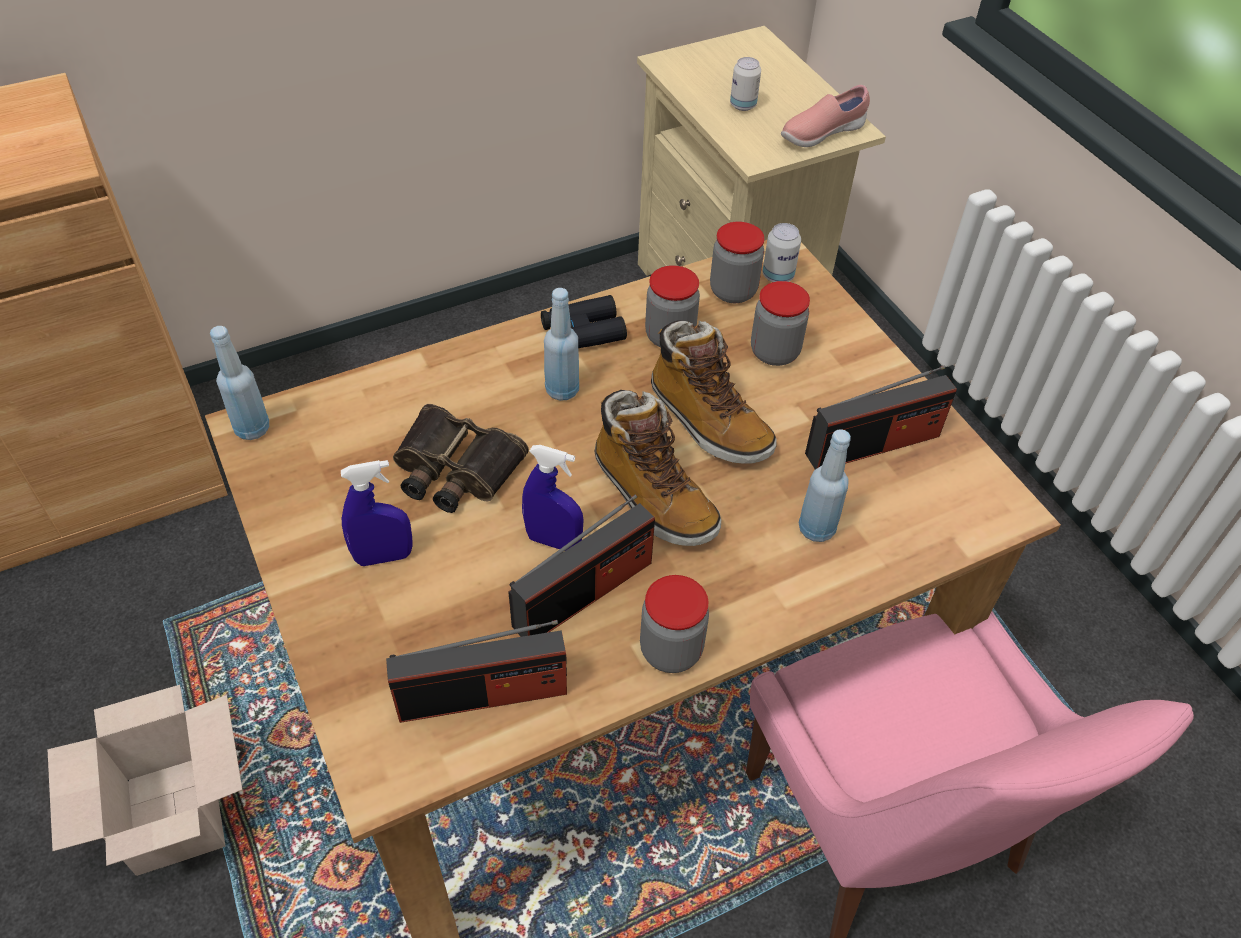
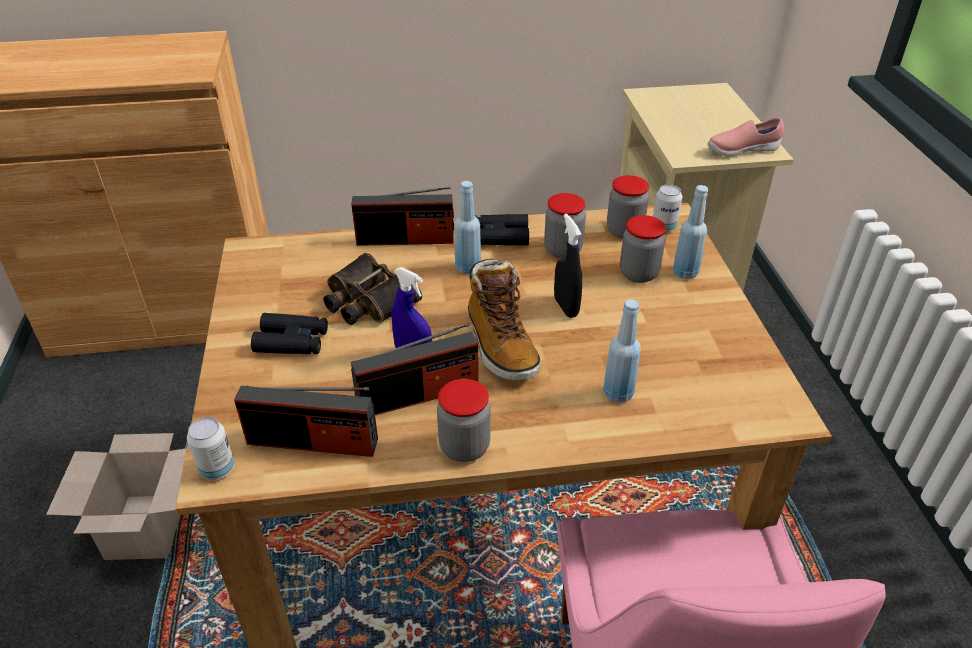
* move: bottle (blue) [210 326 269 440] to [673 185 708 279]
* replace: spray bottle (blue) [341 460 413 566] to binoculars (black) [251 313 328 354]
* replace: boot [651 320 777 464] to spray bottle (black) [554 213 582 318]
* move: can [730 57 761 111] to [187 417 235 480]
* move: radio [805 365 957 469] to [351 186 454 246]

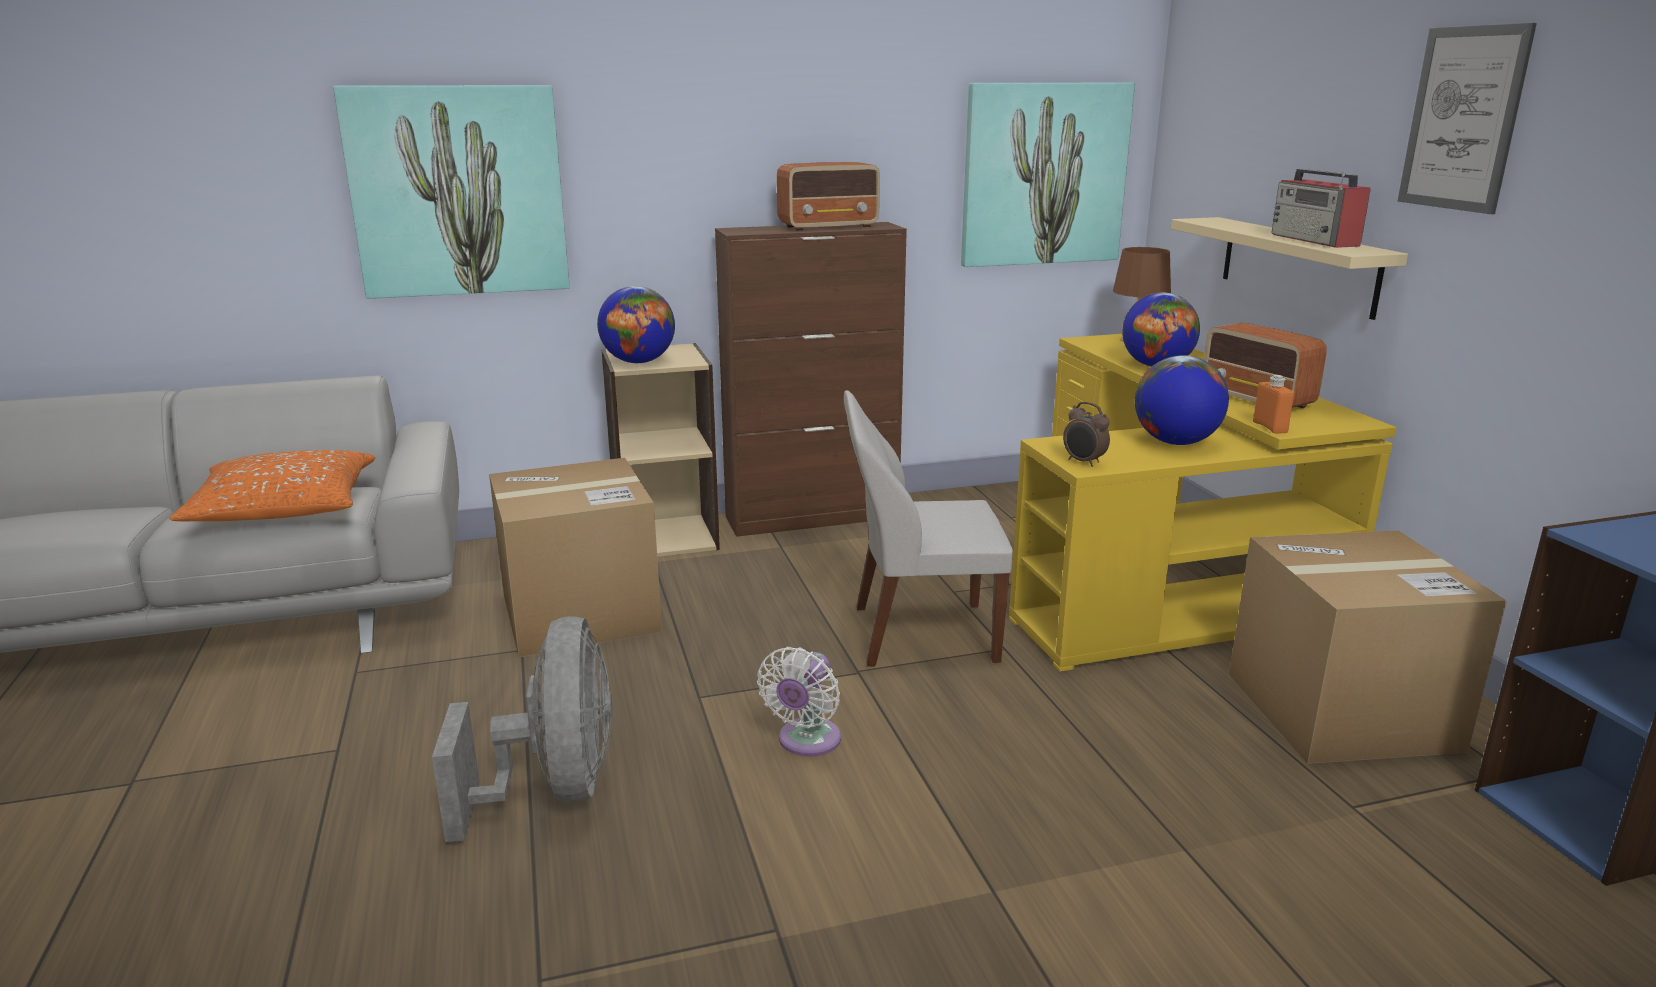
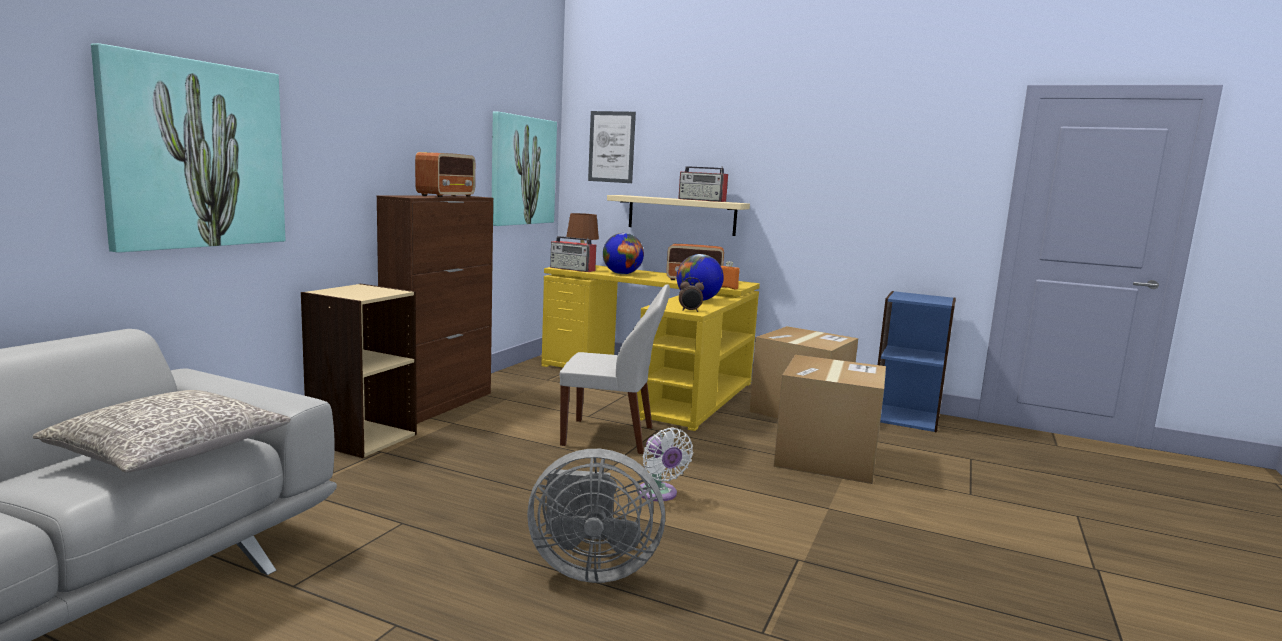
* recolor: pillow (orange) [169 450 375 521] to pillow (grey) [33 390 291 473]
* rotate: fan (grey) [432 616 612 842] = [527 449 665 583] 150 degrees clockwise
* move: cardboard box [489 458 662 657] to [774 355 886 484]
* delete: globe [597 286 675 363]
* rotate: chair (white) [844 390 1013 666] = [560 284 670 454] 120 degrees counterclockwise
* move: picture [1397 23 1537 214] to [588 111 636 183]
* insert: radio [550 236 596 272]

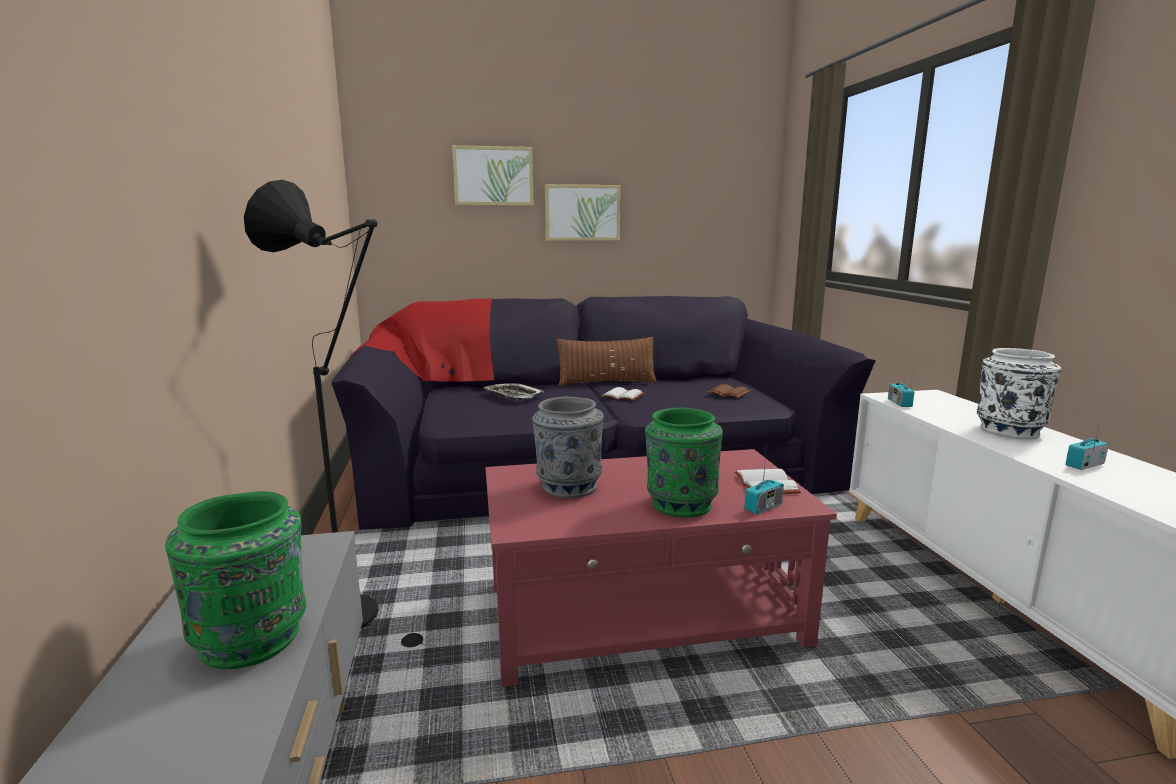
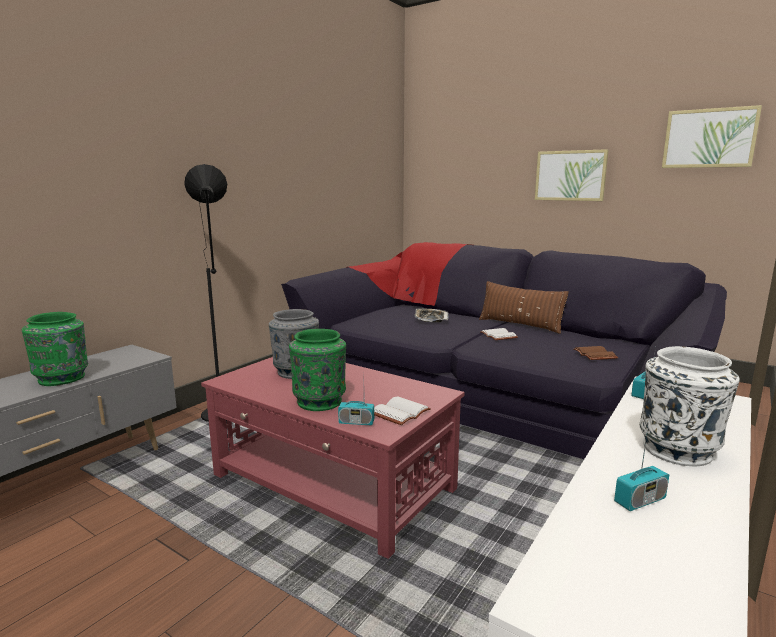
* move: picture [452 145 533 206] to [662 105 762 168]
* rotate: radio [1065 408 1109 470] = [614 422 669 511] 135 degrees clockwise

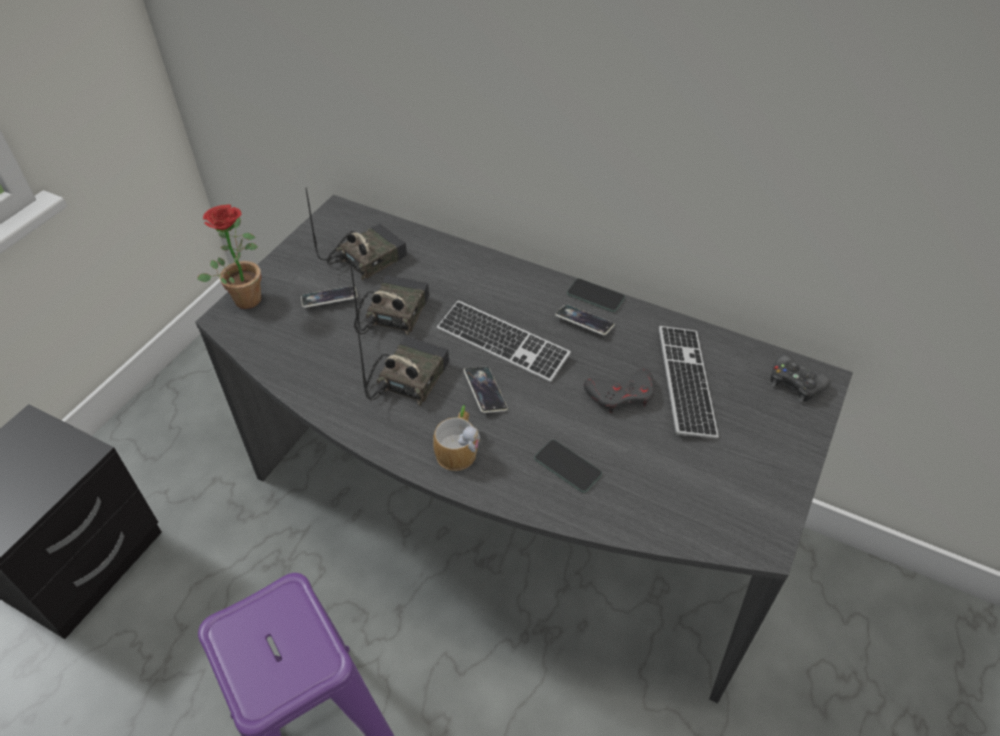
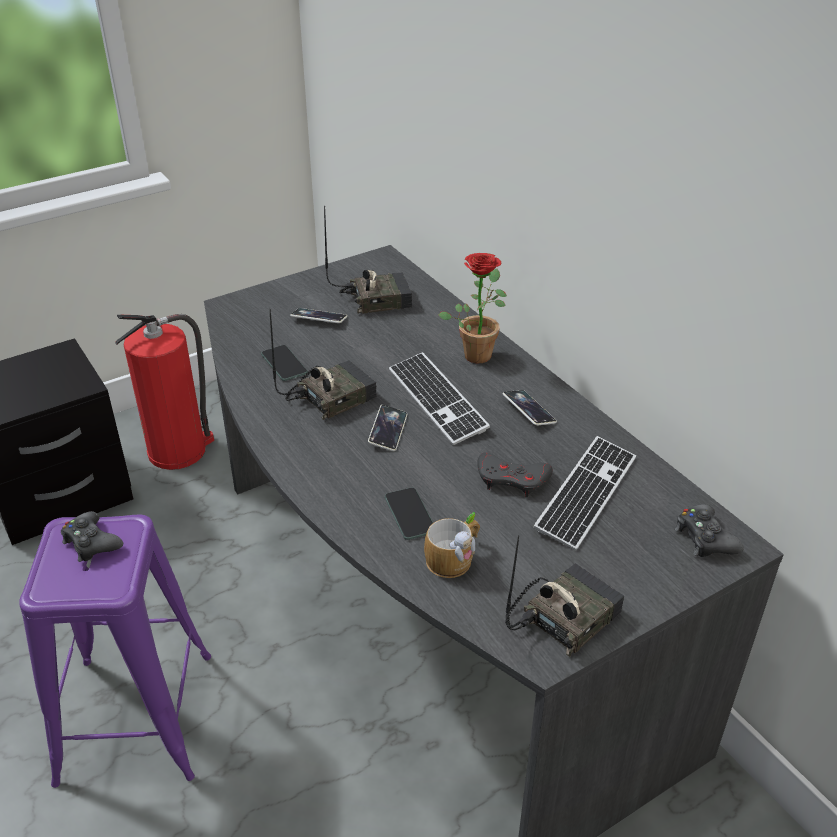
* move: potted plant [197 204 261 309] to [438 253 507 363]
* move: radio [350 258 429 335] to [505 535 624 657]
* move: mug [433 405 480 471] to [424 512 480 578]
* move: phone [567 278 625 312] to [261 345 308 381]
* insert: game controller (black) [61 511 123 562]
* insert: fire extinguisher [115 314 214 470]

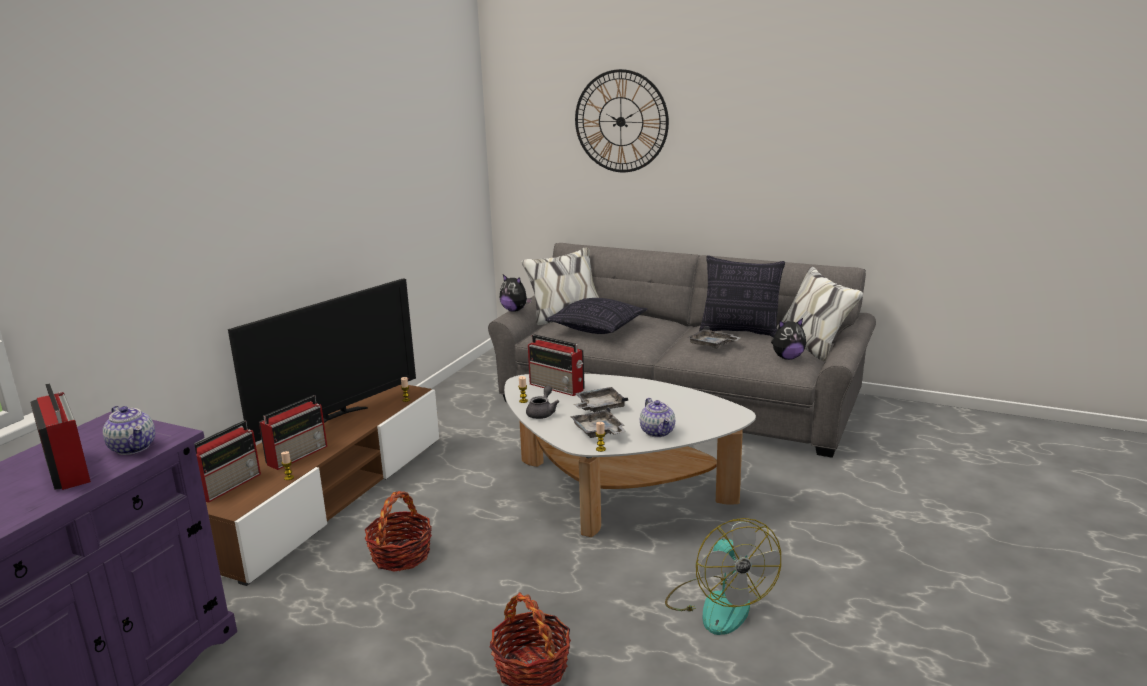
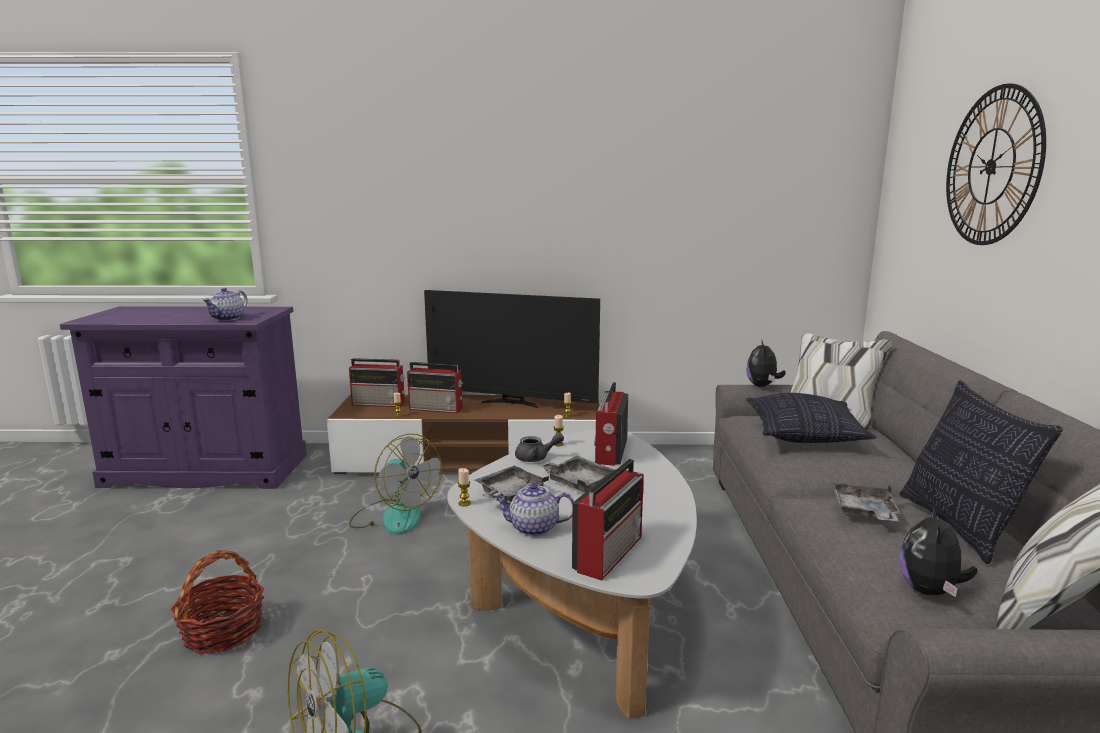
* move: radio [30 383 91 490] to [572 459 644 581]
* replace: basket [365 491 432 572] to fan [349 434 442 535]
* rotate: teapot [640 398 675 437] = [493 483 574 536] 45 degrees clockwise
* rotate: plush toy [771 318 806 360] = [899 504 978 597] 60 degrees clockwise

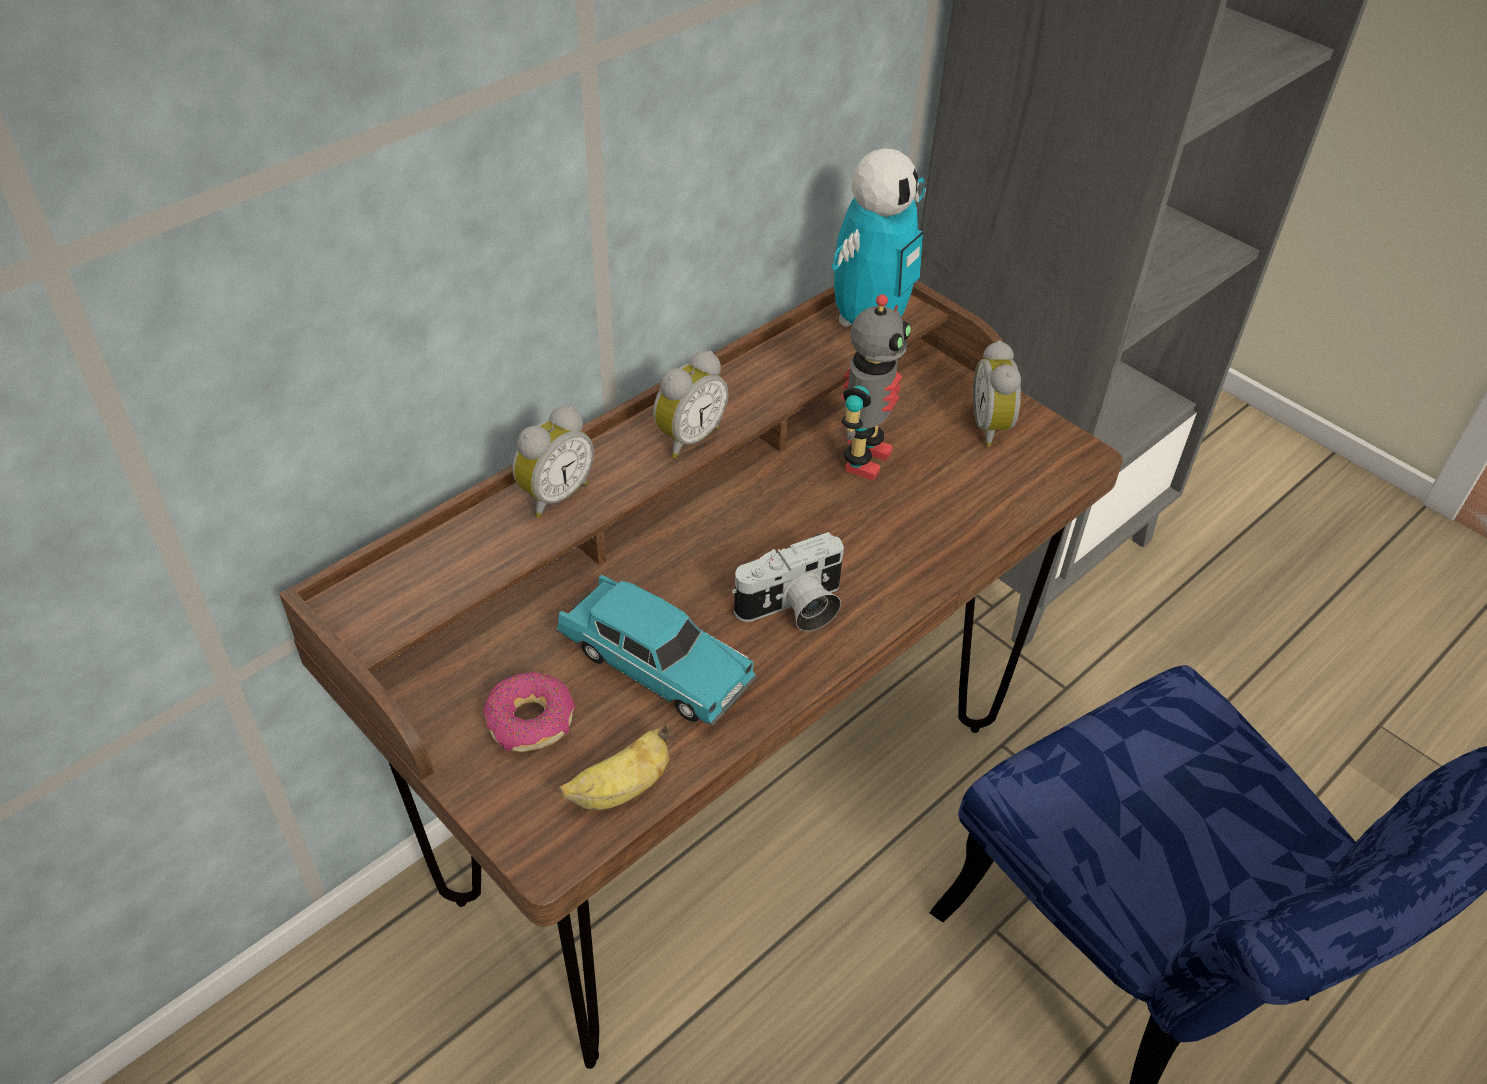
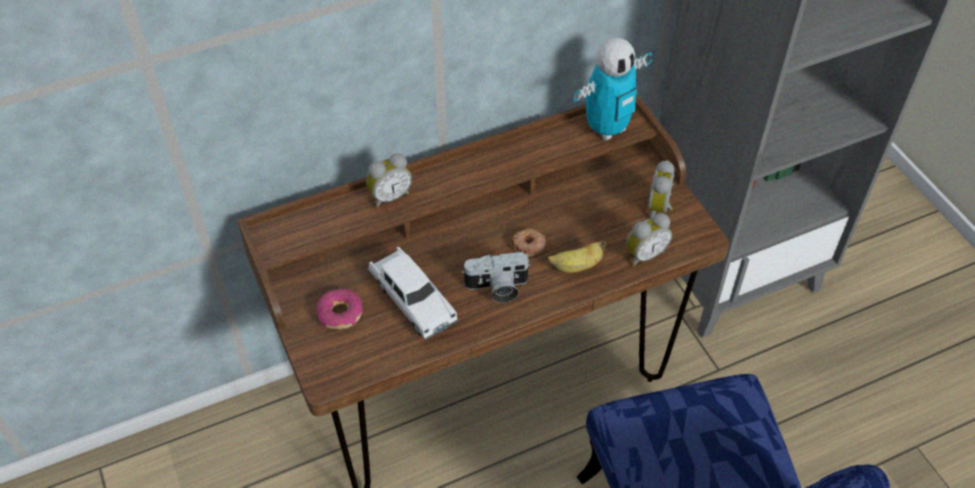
* recolor: toy car (turquoise) [556 575 757 726] to toy car (white) [368 246 459 340]
* move: banana [558 723 671 810] to [547 240 606 273]
* move: alarm clock [653 350 728 458] to [626 213 672 266]
* delete: toy robot [841 294 911 481]
* insert: donut [511 228 546 256]

